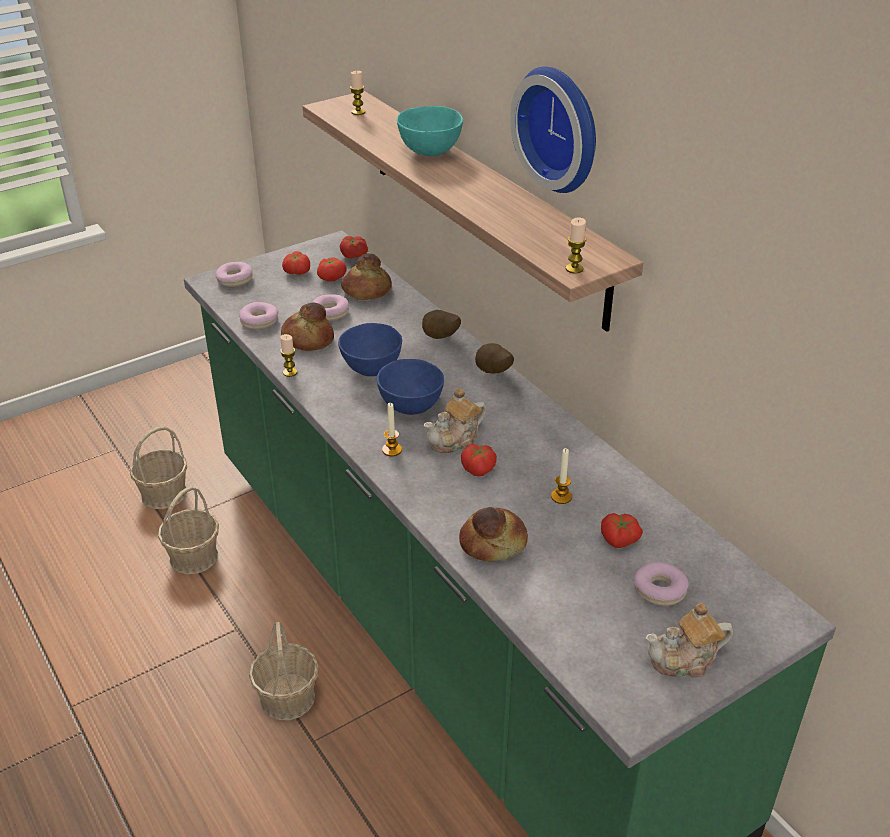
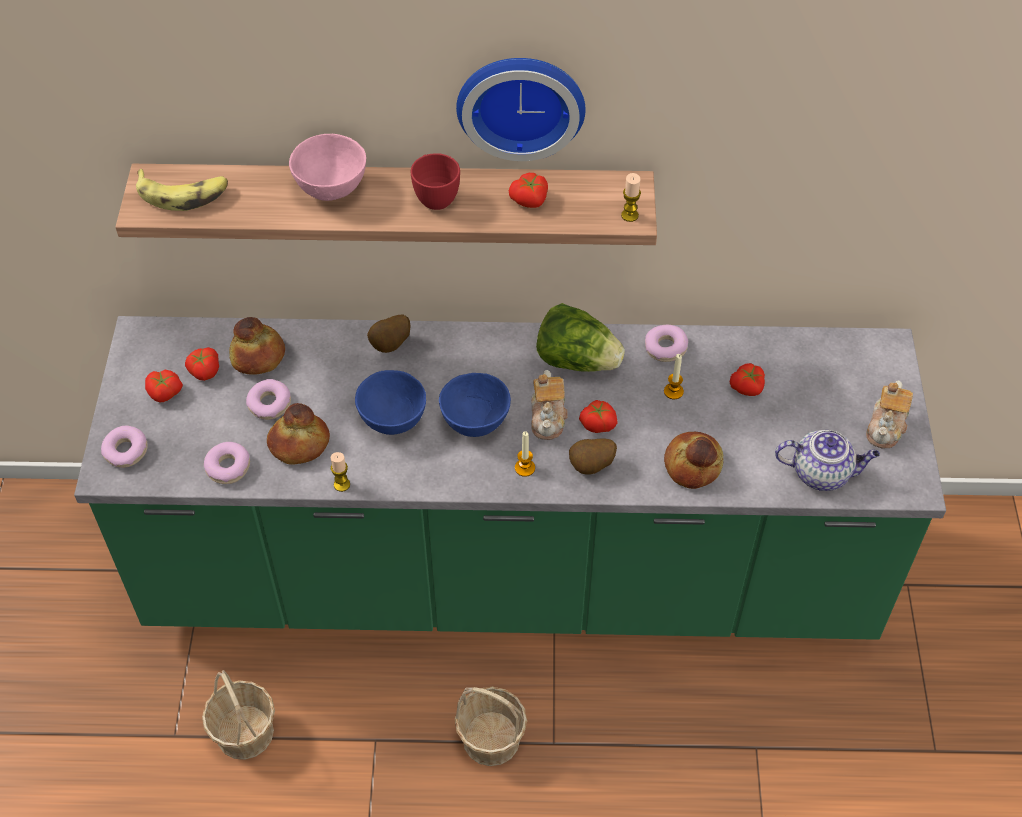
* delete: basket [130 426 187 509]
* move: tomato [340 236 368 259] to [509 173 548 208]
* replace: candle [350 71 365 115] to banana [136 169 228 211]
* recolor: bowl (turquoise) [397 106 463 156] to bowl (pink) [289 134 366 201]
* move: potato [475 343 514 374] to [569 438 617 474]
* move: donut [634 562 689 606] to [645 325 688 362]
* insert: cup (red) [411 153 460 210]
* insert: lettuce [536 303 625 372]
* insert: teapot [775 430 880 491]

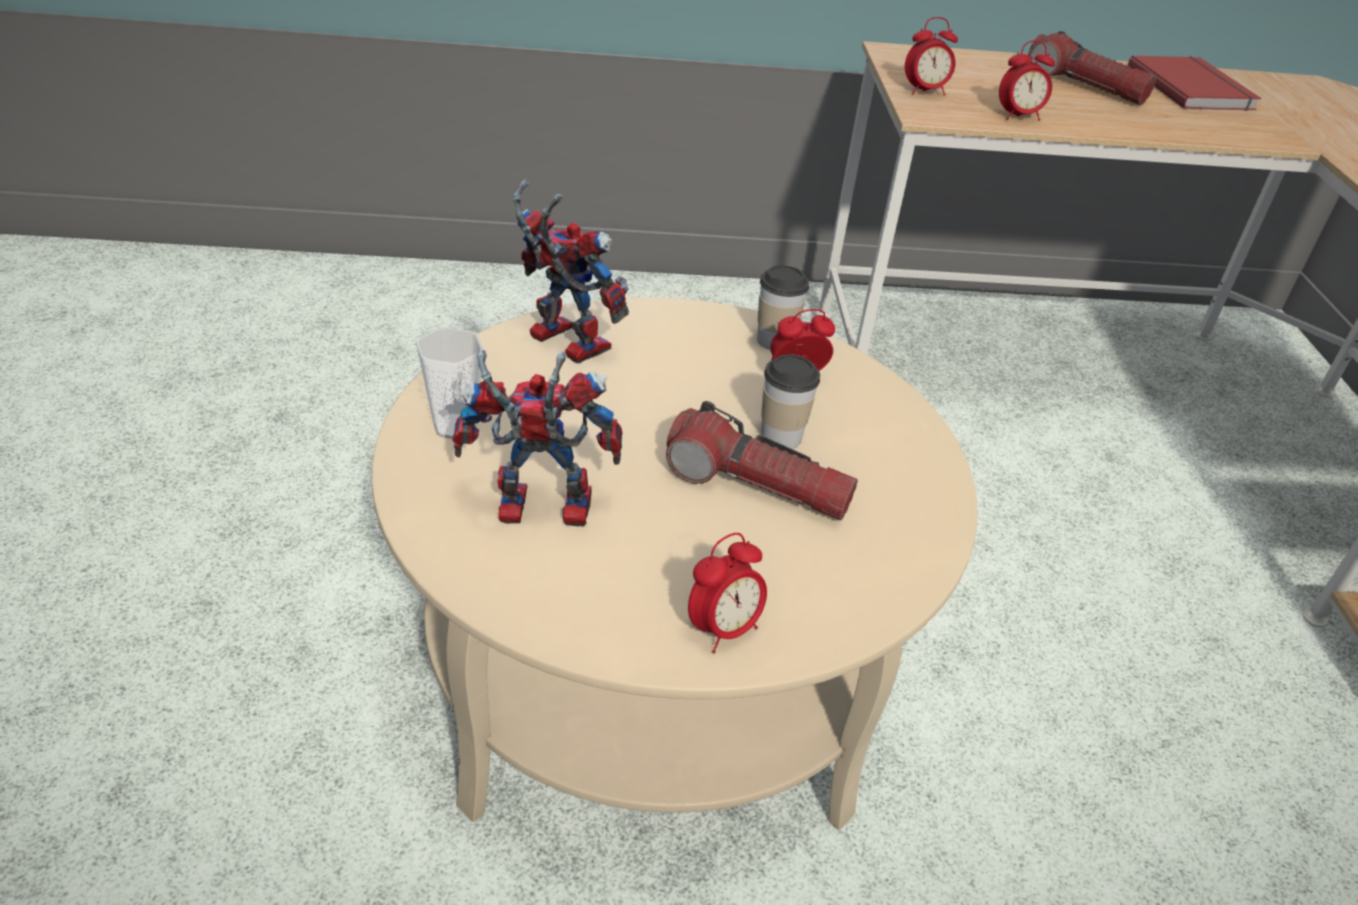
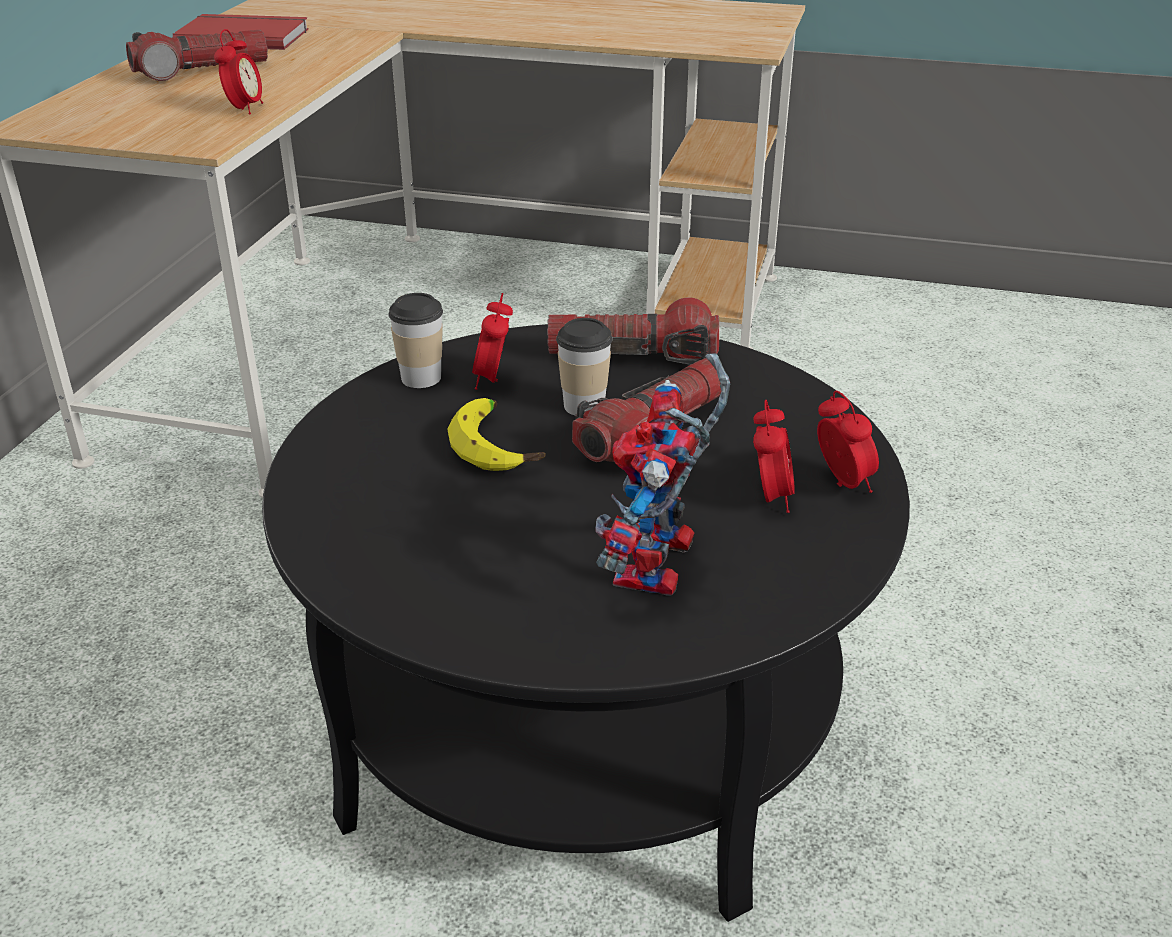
* recolor: coffee table (beige) [372 297 978 830] to coffee table (black) [262 324 910 922]
* delete: cup [416 327 484 439]
* delete: toy robot [513 180 629 363]
* move: alarm clock [905 17 958 95] to [753 400 795 513]
* insert: banana [447 398 545 471]
* insert: flashlight [547 298 719 365]

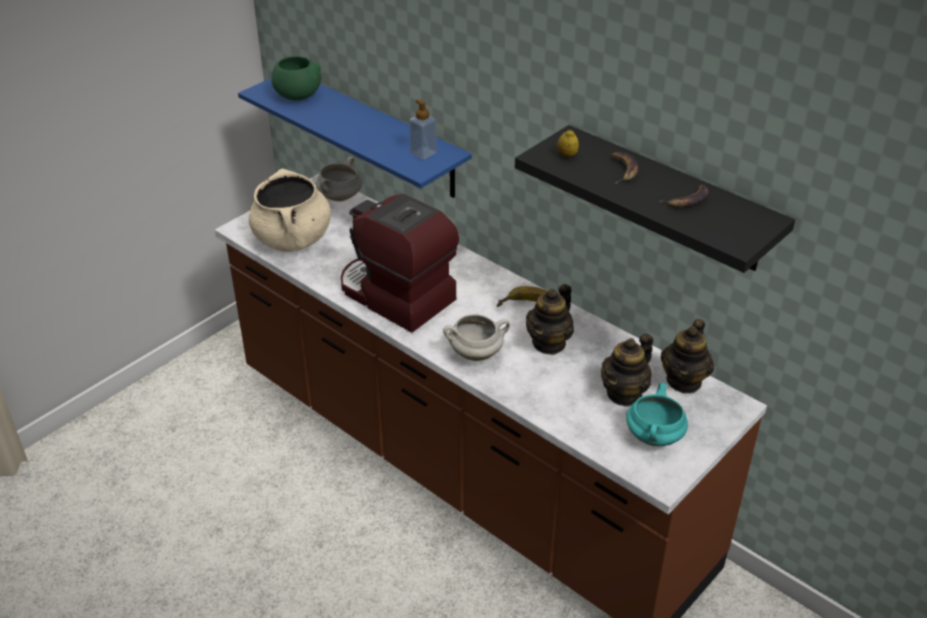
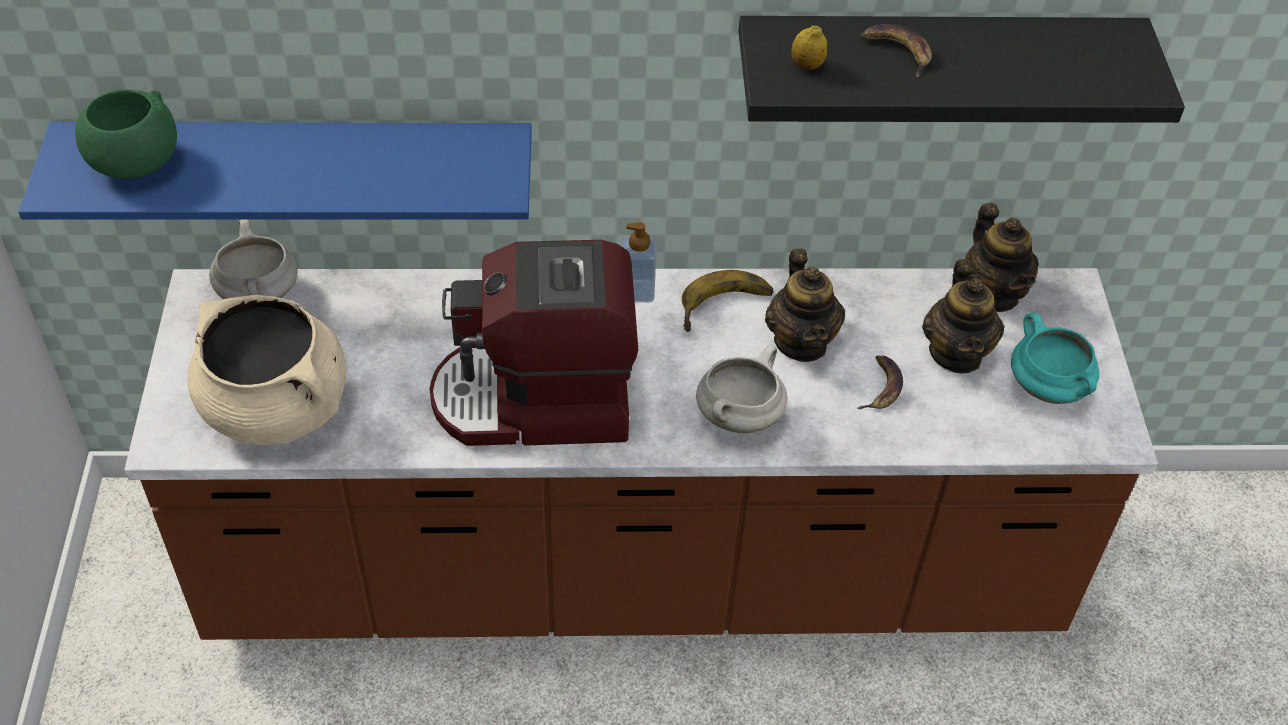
* move: soap dispenser [409 99 437 160] to [623 222 656 302]
* move: banana [659 185 708 207] to [857 355 903 409]

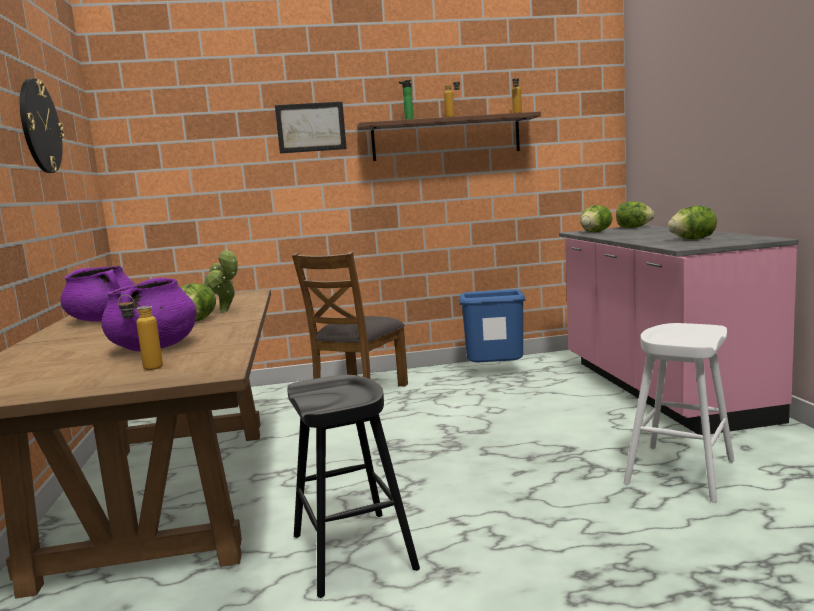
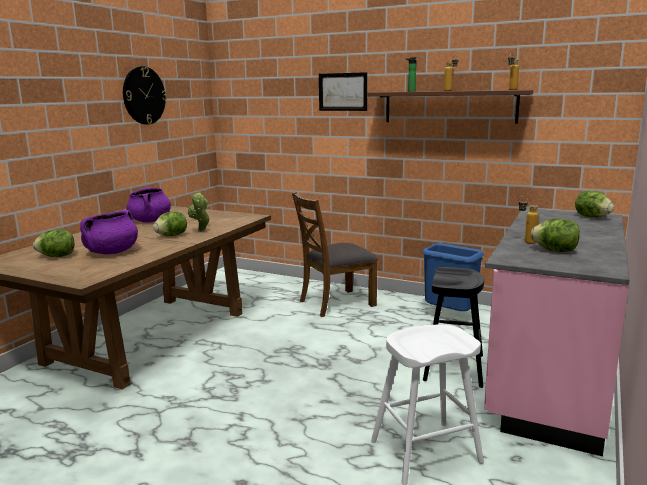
* move: bottle [118 295 163 370] to [518 197 539 244]
* move: stool (black) [287 375 420 598] to [423 267 484 388]
* move: lettuce [580 205 612 233] to [33 229 74 257]

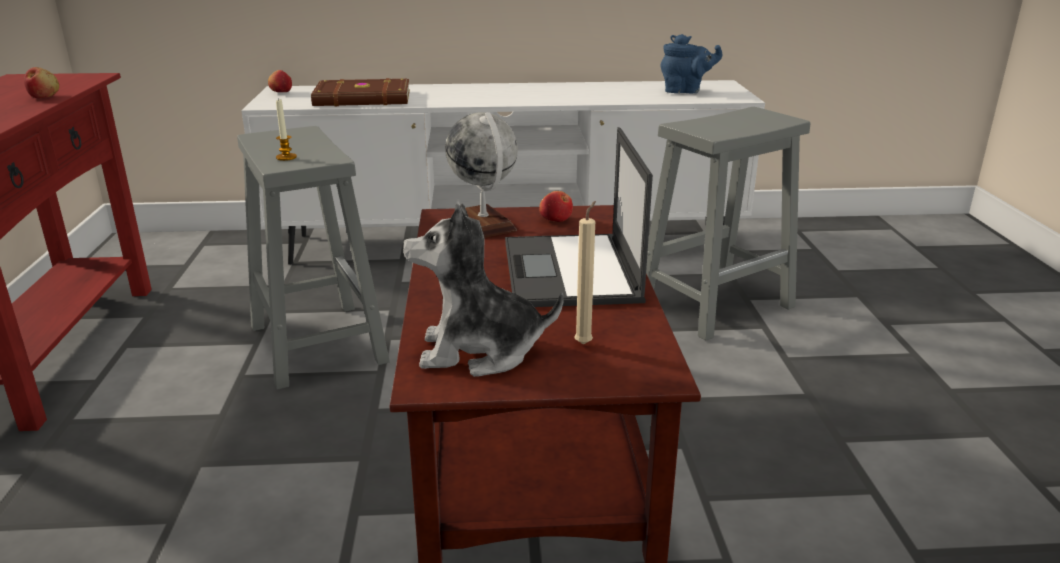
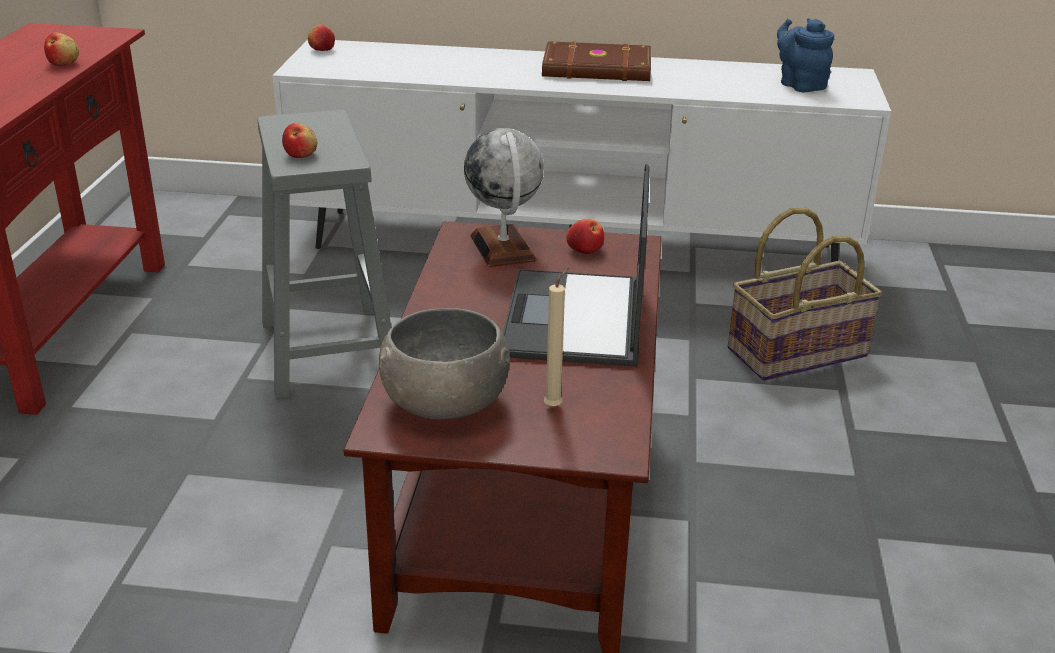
* replace: candle [276 98 297 161] to apple [282 123 317 158]
* move: book (brown) [311 78 410 106] to [542 41 651 81]
* replace: plush toy [403 203 564 377] to bowl (grey) [379 308 510 420]
* replace: stool (grey) [646 107 810 341] to basket [728 208 882 381]
* rotate: teapot (blue) [661 34 723 93] = [777 18 834 92] 135 degrees counterclockwise

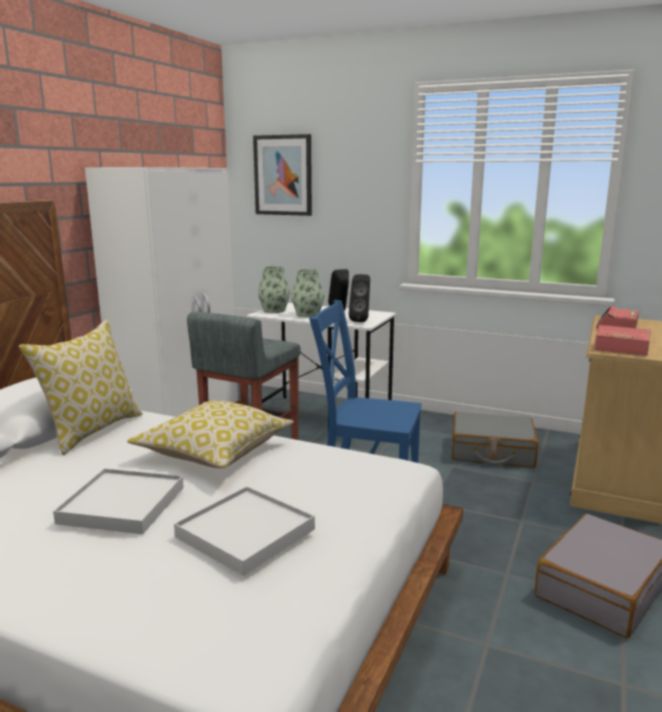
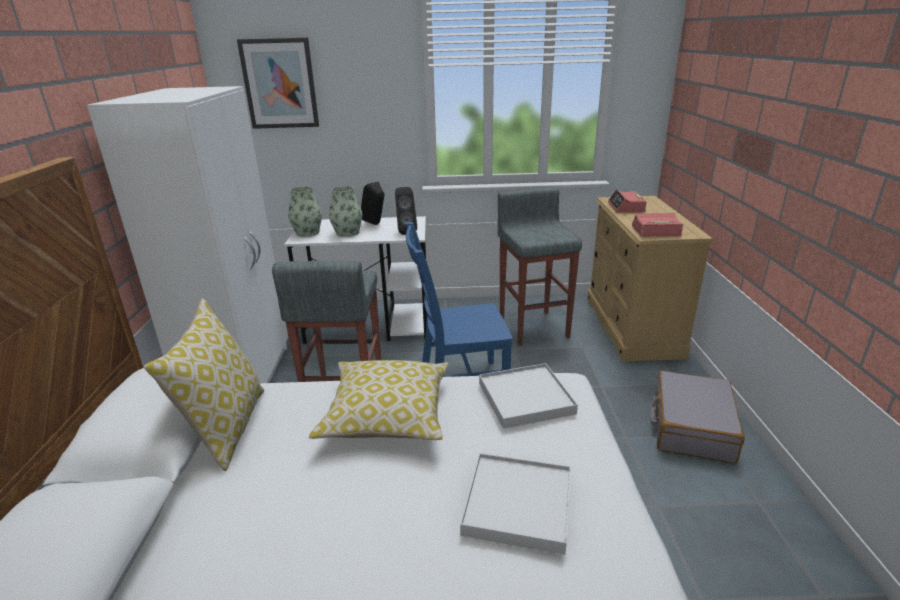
* move: tray (white) [53 468 184 534] to [479 363 578 429]
* replace: suitcase (grey) [452 411 538 468] to stool (grey) [498 188 582 345]

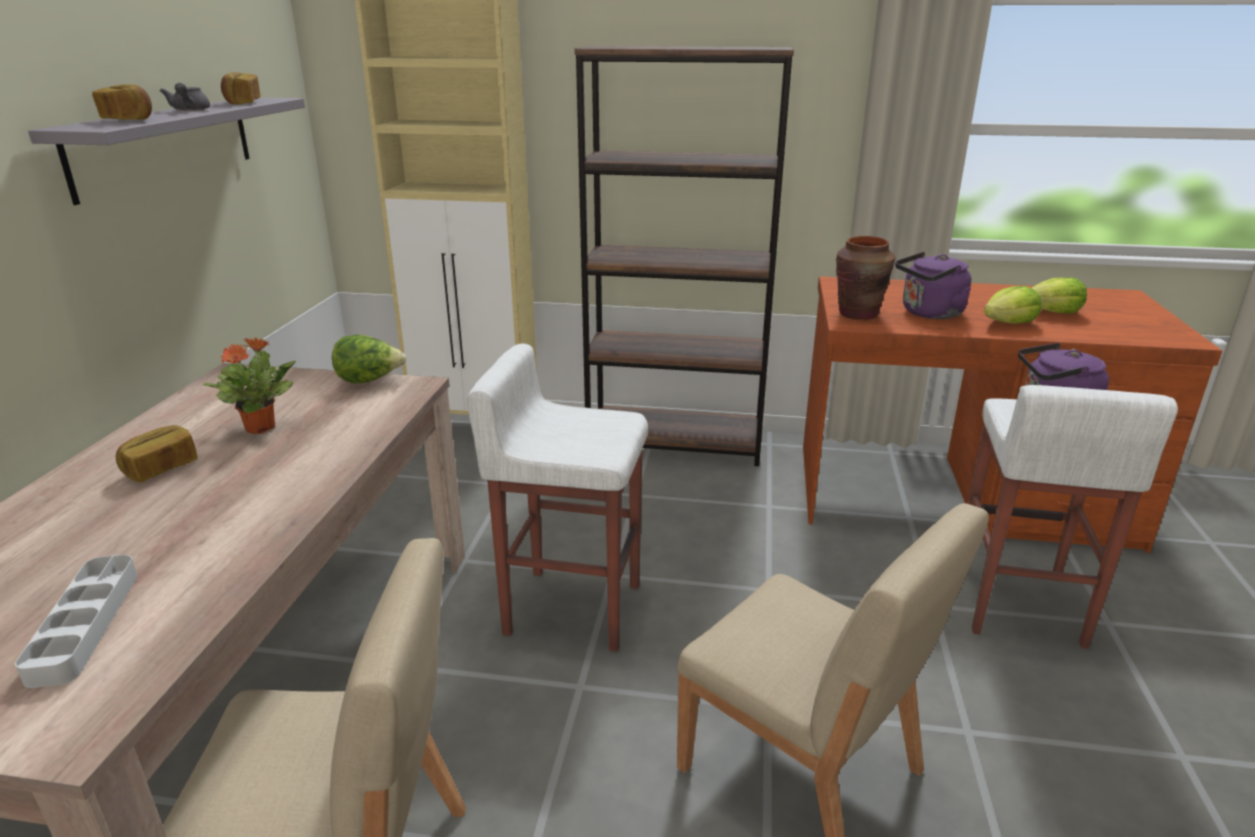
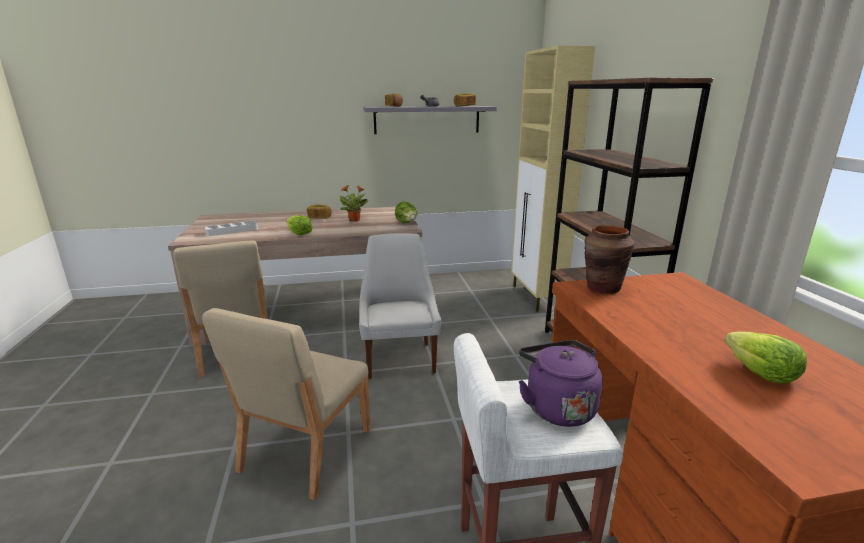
* replace: stool (white) [467 343 648 652] to chair (white) [359 233 441 379]
* delete: kettle (purple) [895 252 971 319]
* move: lettuce [984 286 1042 324] to [287 215 313 235]

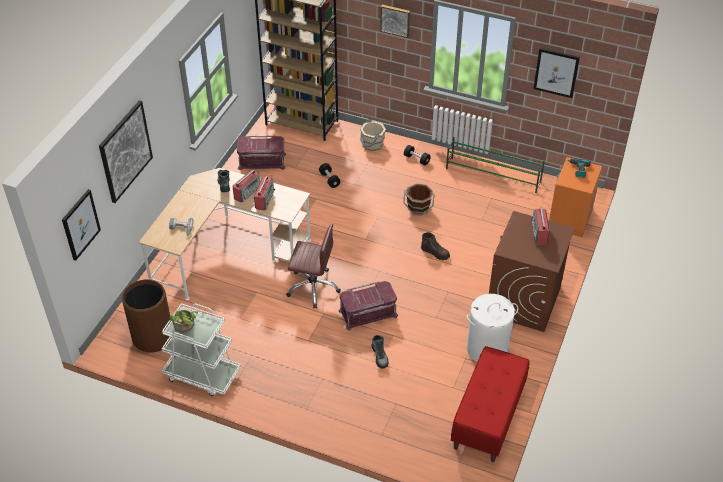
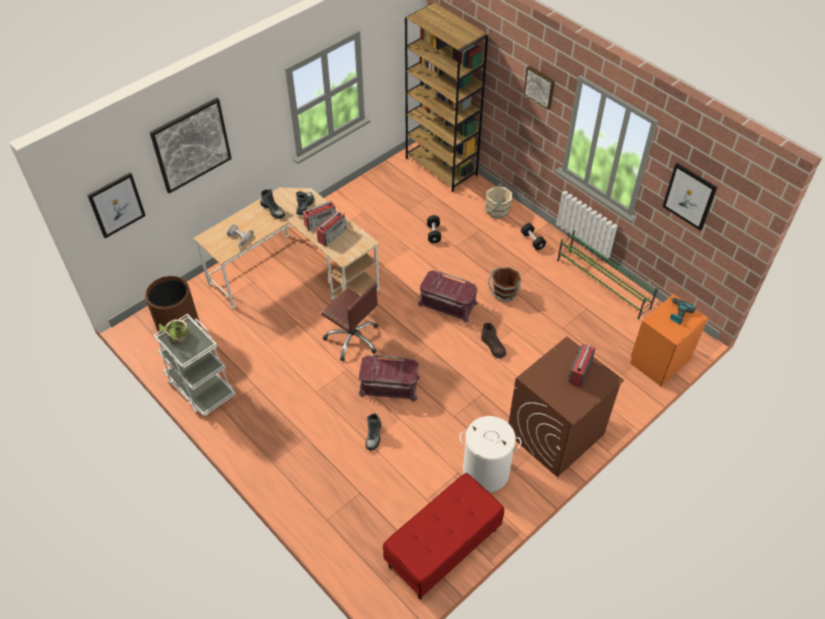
* move: storage box (red) [237 136 287 170] to [418 270 478 322]
* insert: boot [260 189 285 219]

